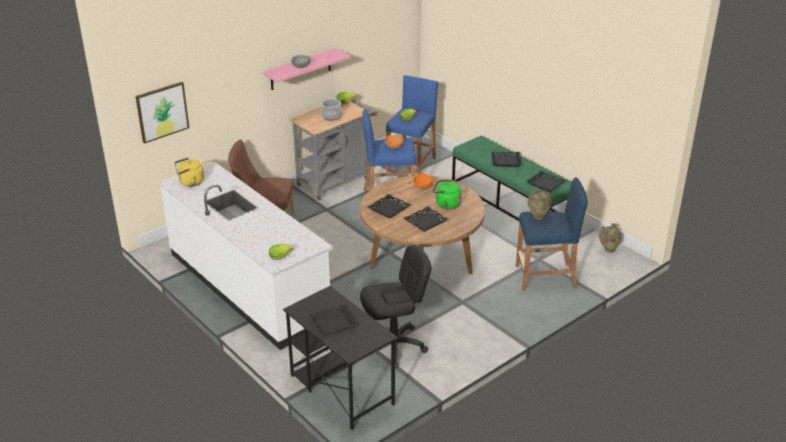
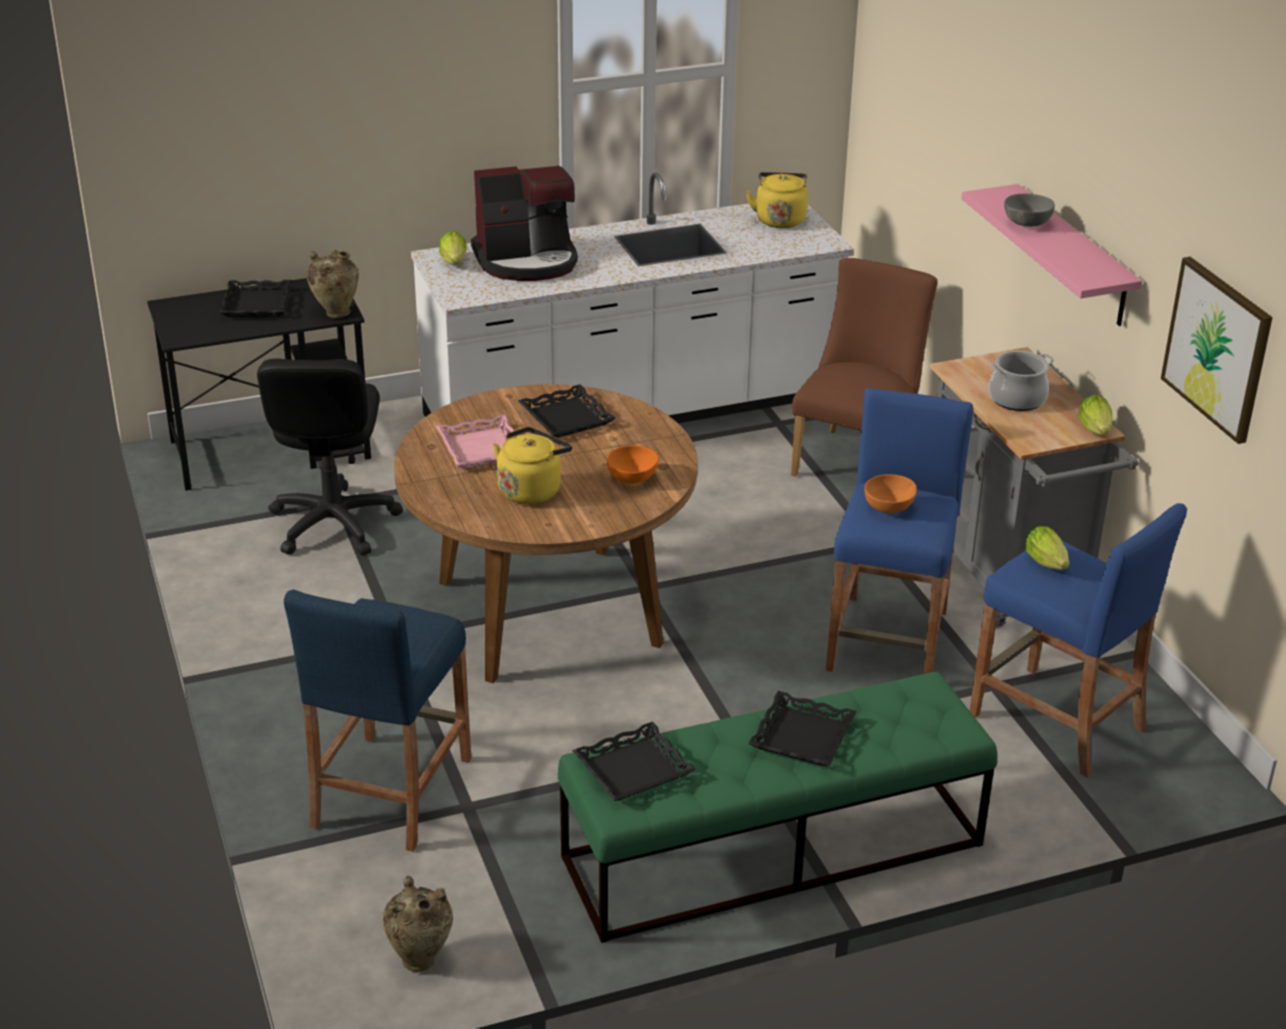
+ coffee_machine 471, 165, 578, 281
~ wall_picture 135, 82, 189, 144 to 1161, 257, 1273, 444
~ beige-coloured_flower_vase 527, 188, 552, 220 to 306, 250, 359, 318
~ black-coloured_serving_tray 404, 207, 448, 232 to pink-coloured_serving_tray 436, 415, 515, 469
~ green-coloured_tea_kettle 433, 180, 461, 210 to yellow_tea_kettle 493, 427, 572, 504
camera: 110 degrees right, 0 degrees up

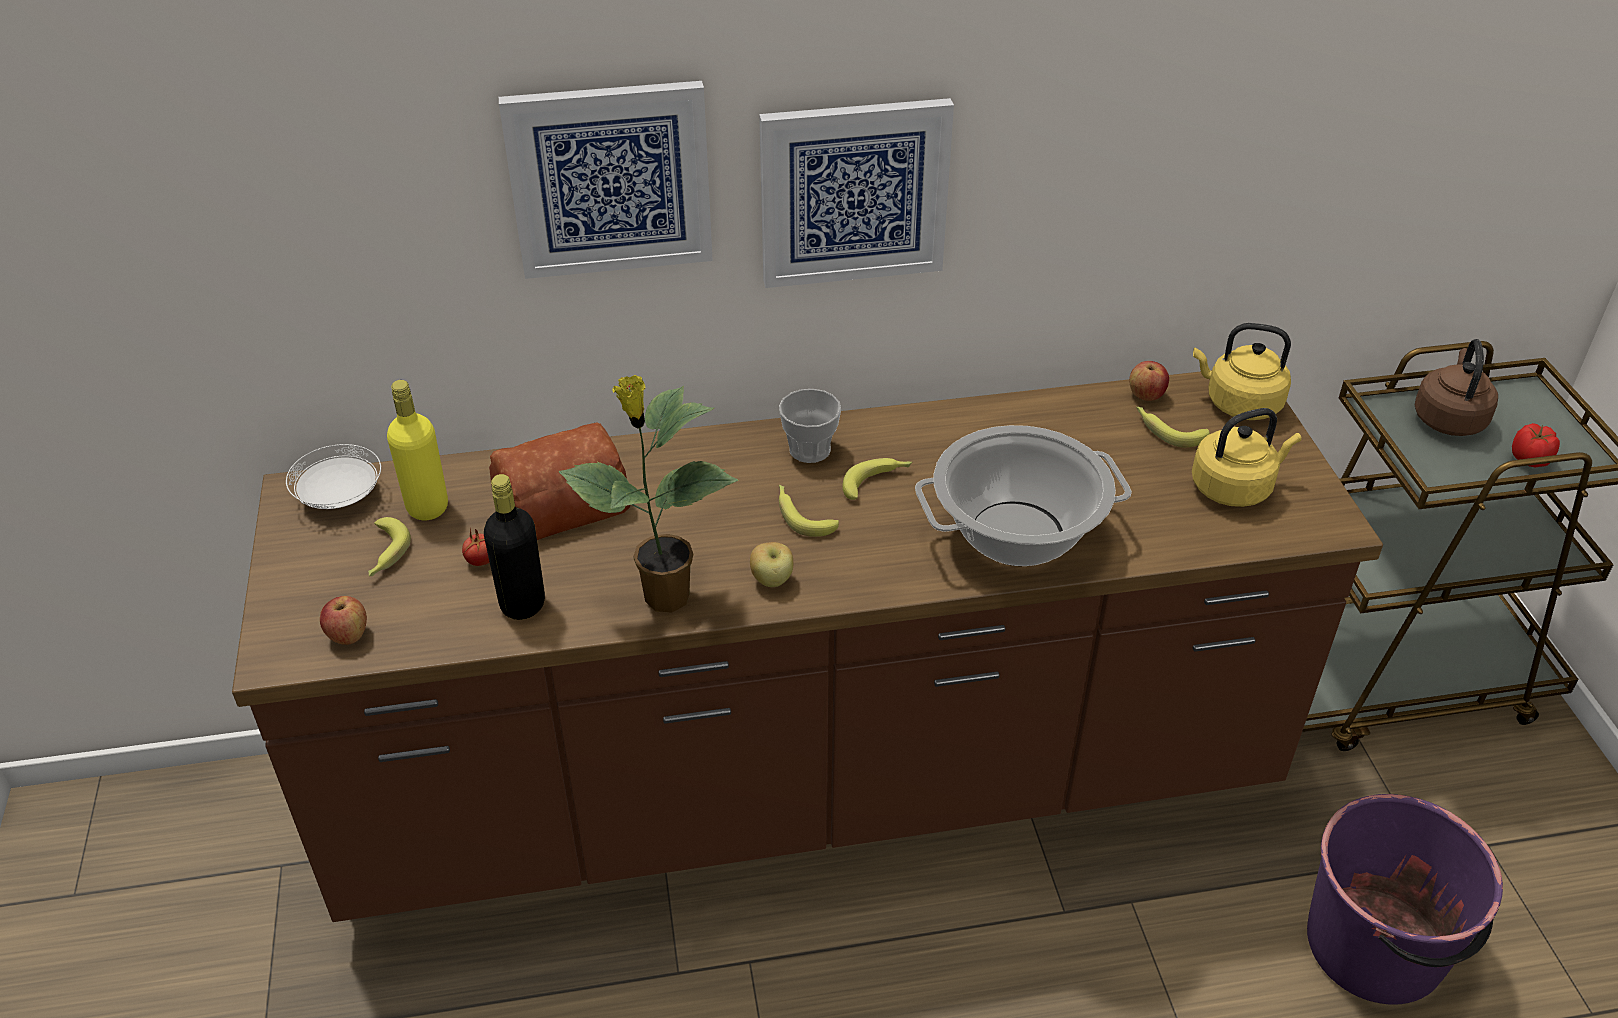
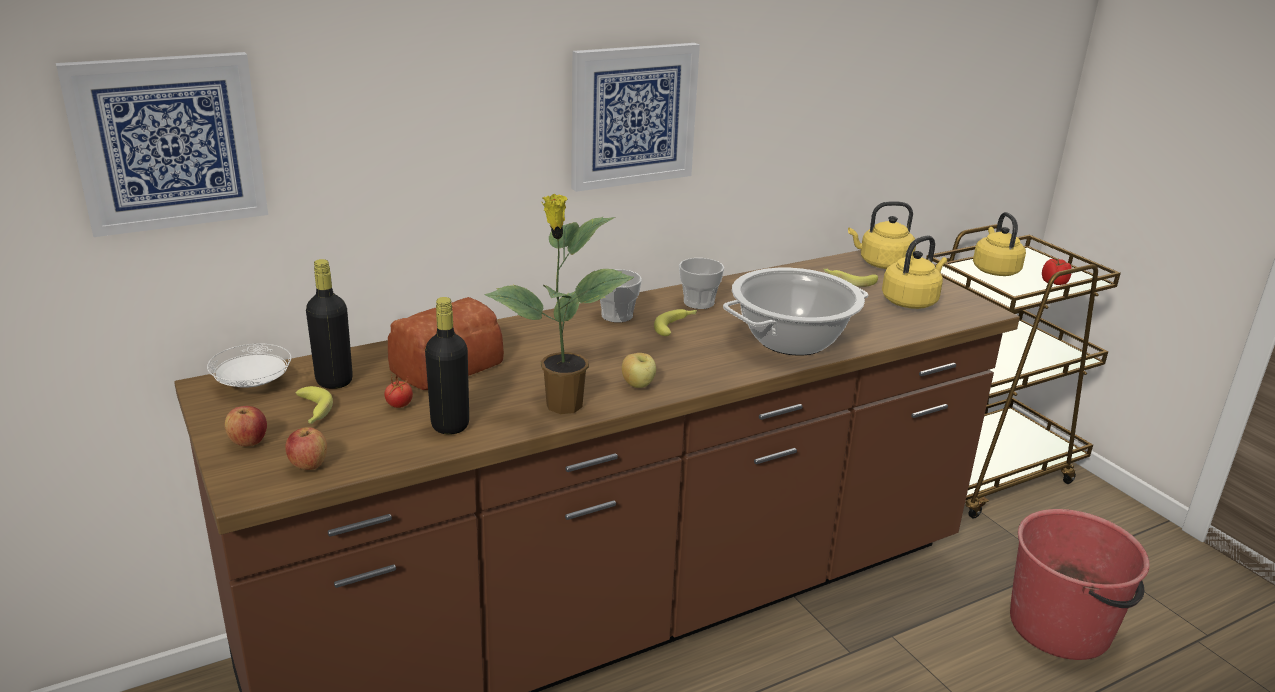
- banana 779, 485, 839, 537
+ drinking_cup 679, 258, 724, 309
~ wall_picture 499, 81, 713, 279 to 56, 52, 268, 237
~ apple 1129, 361, 1169, 401 to 225, 406, 267, 446
~ yellow_beverage_bottle 387, 380, 448, 520 to black-coloured_beverage_bottle 306, 259, 353, 389
~ purple-coloured_water_bucket 1307, 794, 1503, 1005 to red_water_bucket 1010, 509, 1150, 660
~ brownish_tea_kettle 1415, 339, 1498, 436 to yellow_tea_kettle 973, 212, 1026, 276
camera: 20 degrees left, 15 degrees down

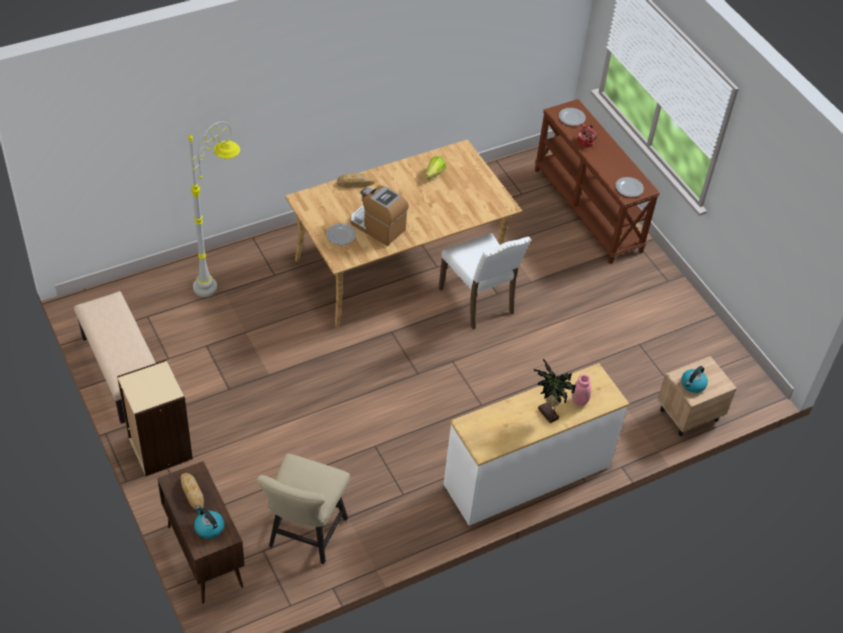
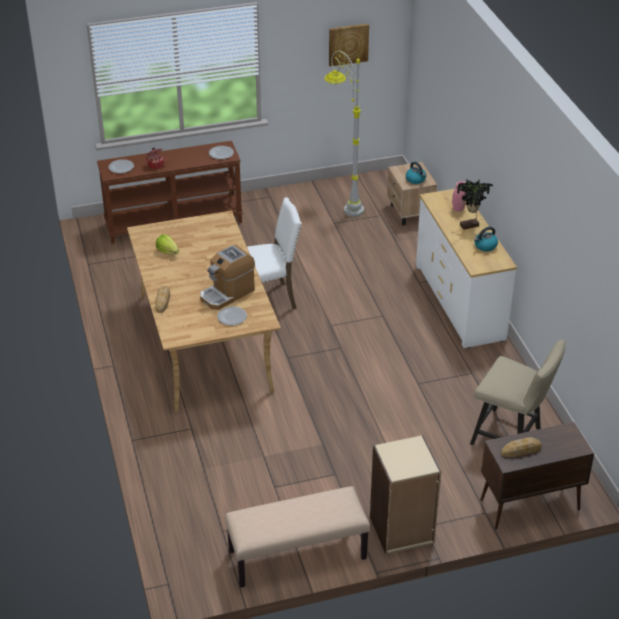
+ wall_picture 329, 24, 369, 66
~ greyish_standard_lamp 188, 121, 240, 297 to 324, 51, 364, 217
~ tea_kettle 194, 506, 224, 539 to 474, 227, 498, 251
camera: 75 degrees left, 10 degrees down

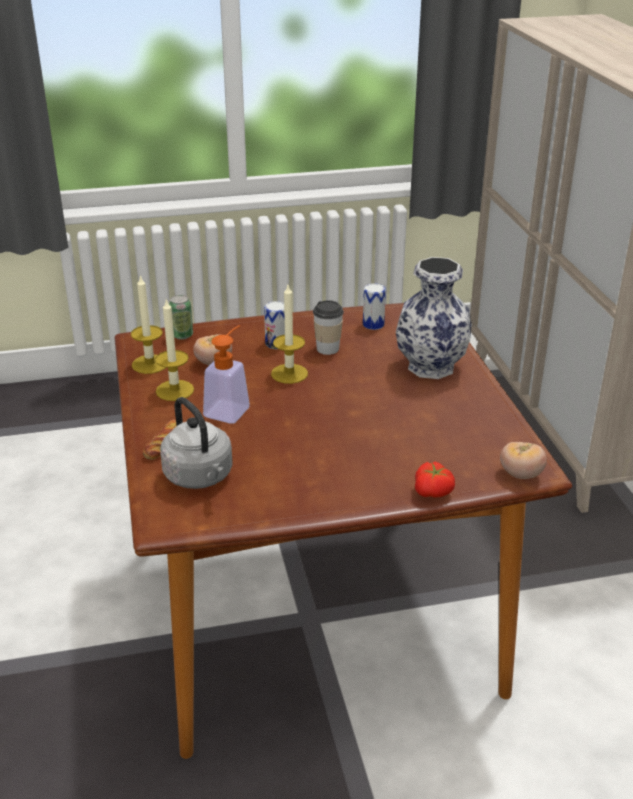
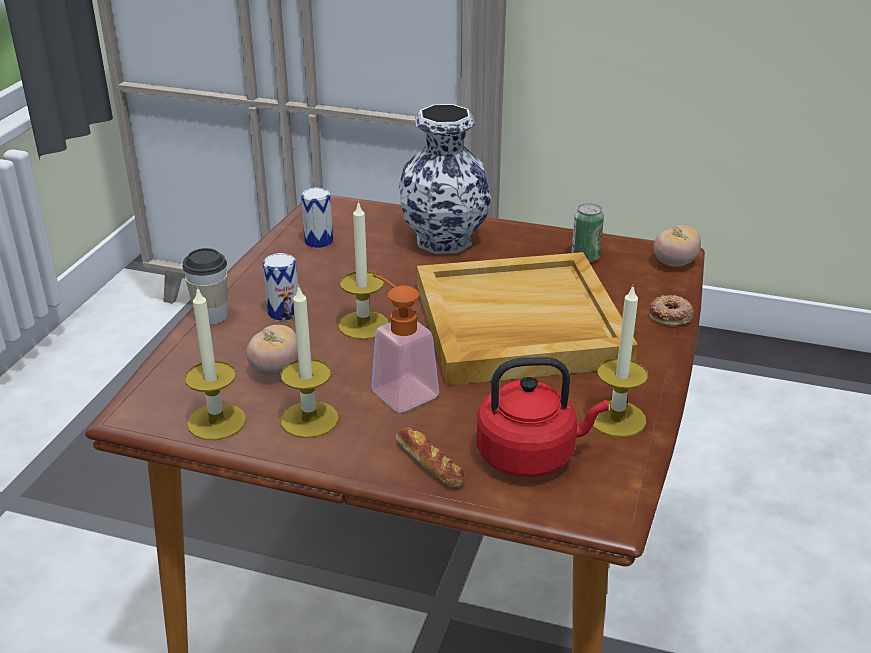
+ beige-coloured_serving_tray 417, 252, 638, 386
+ wax_light 592, 286, 648, 437
~ sealed_can 169, 295, 193, 340 to 572, 203, 604, 262
~ drinking_cup 313, 300, 344, 355 to 183, 248, 228, 325
~ tomato 415, 462, 455, 498 to doughnut 649, 295, 694, 326
~ greyish_tea_kettle 160, 397, 233, 489 to red_tea_kettle 477, 357, 609, 477
camera: 60 degrees left, 0 degrees up

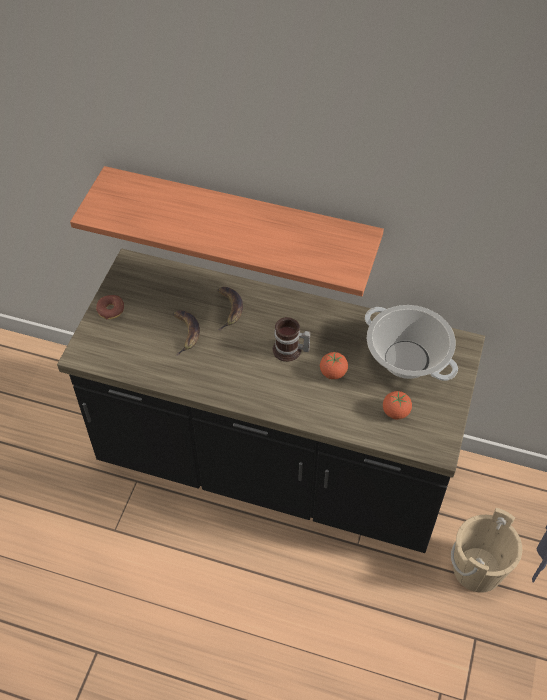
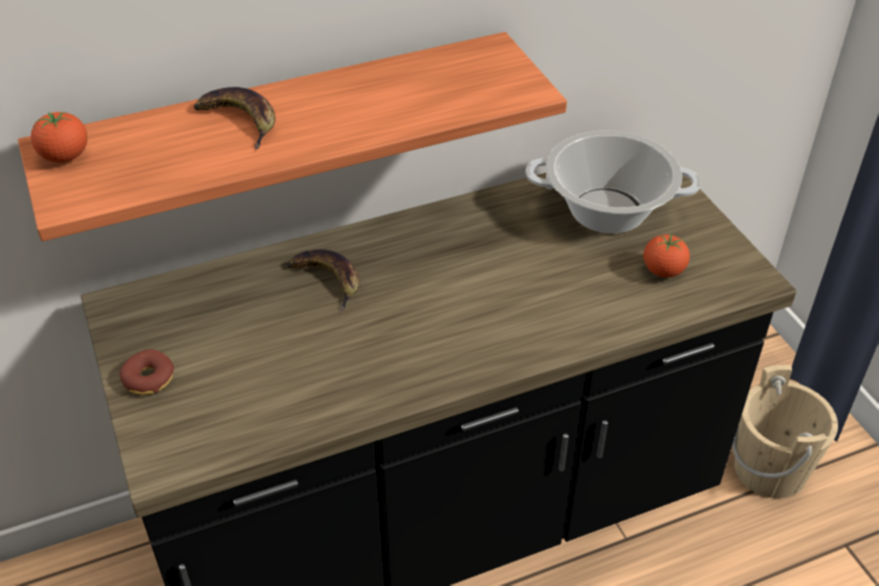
- tea_mug 273, 317, 310, 362
~ banana 173, 310, 200, 356 to 194, 87, 276, 149
~ tomato 320, 352, 348, 380 to 31, 112, 88, 163
camera: 40 degrees left, 10 degrees down

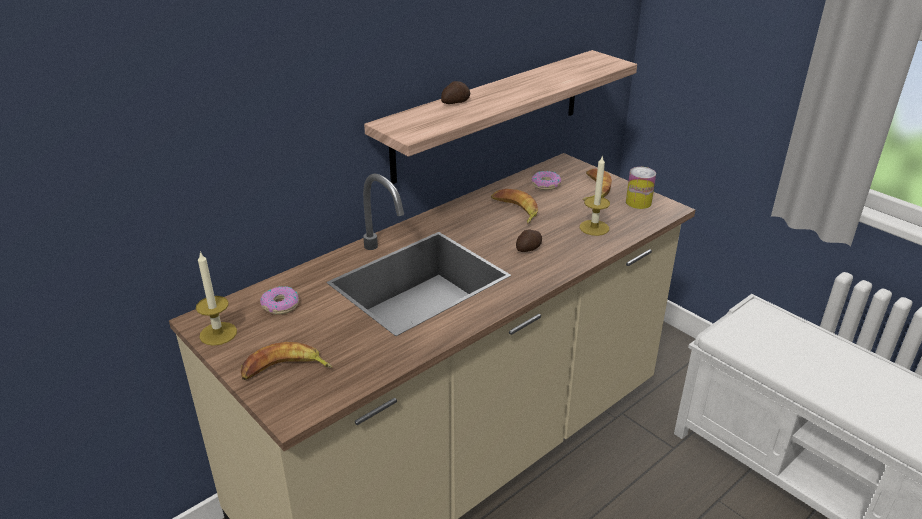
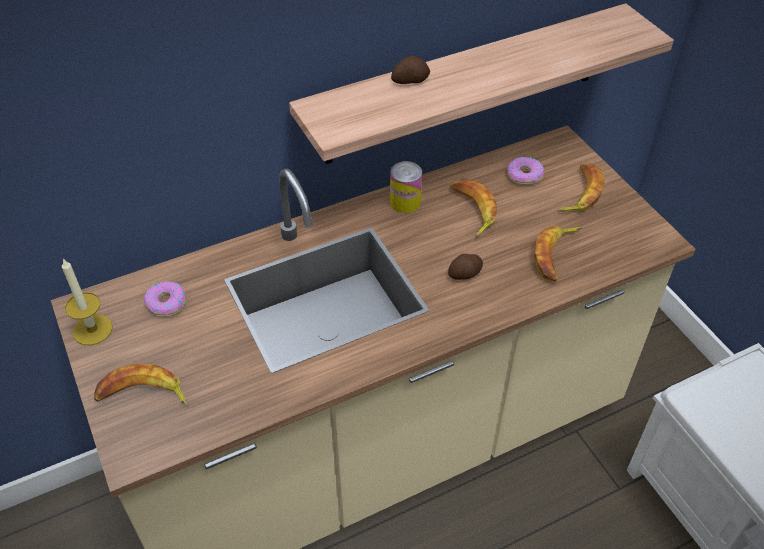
~ sealed_can 626, 167, 656, 209 to 390, 161, 422, 213
~ wax_light 580, 155, 610, 236 to banana 534, 226, 582, 282
camera: 15 degrees right, 15 degrees up

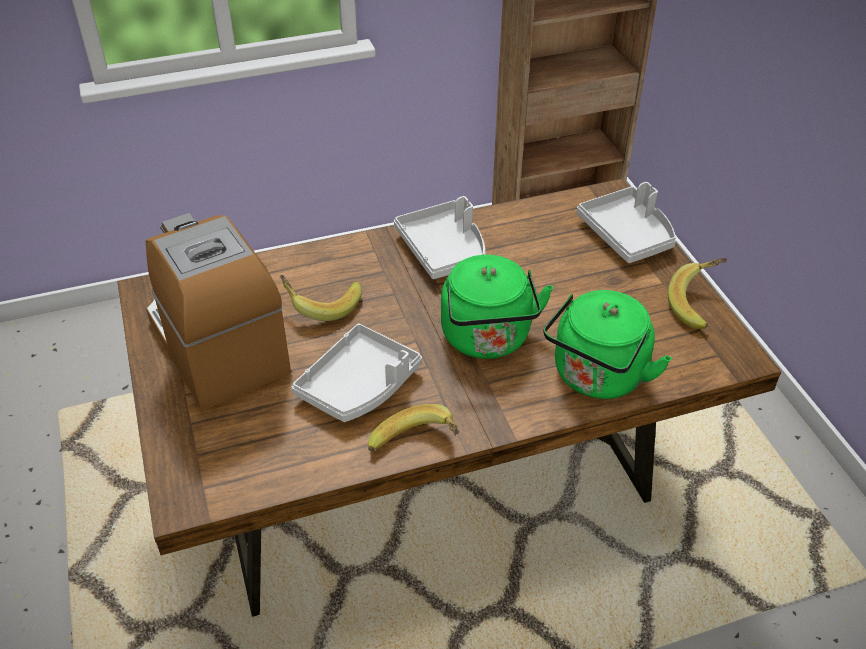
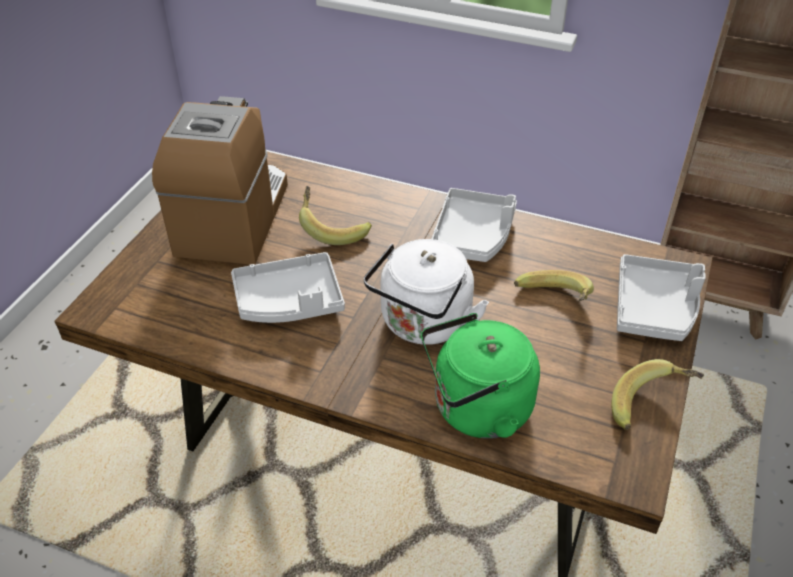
~ banana 368, 404, 459, 452 to 514, 270, 594, 301
~ green-coloured_tea_kettle 441, 255, 553, 359 to white-coloured_tea_kettle 364, 239, 489, 345
camera: 40 degrees right, 0 degrees up

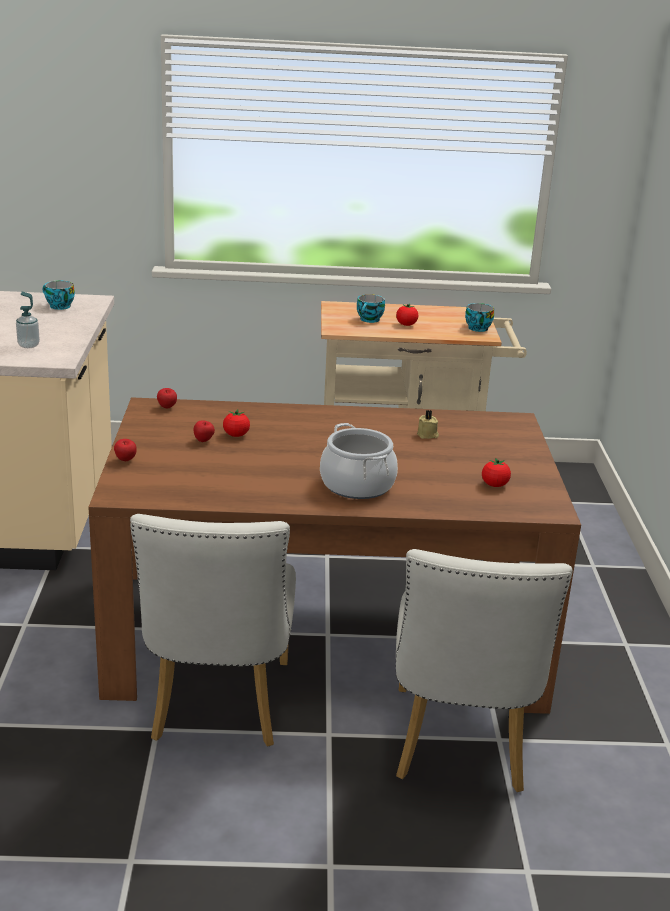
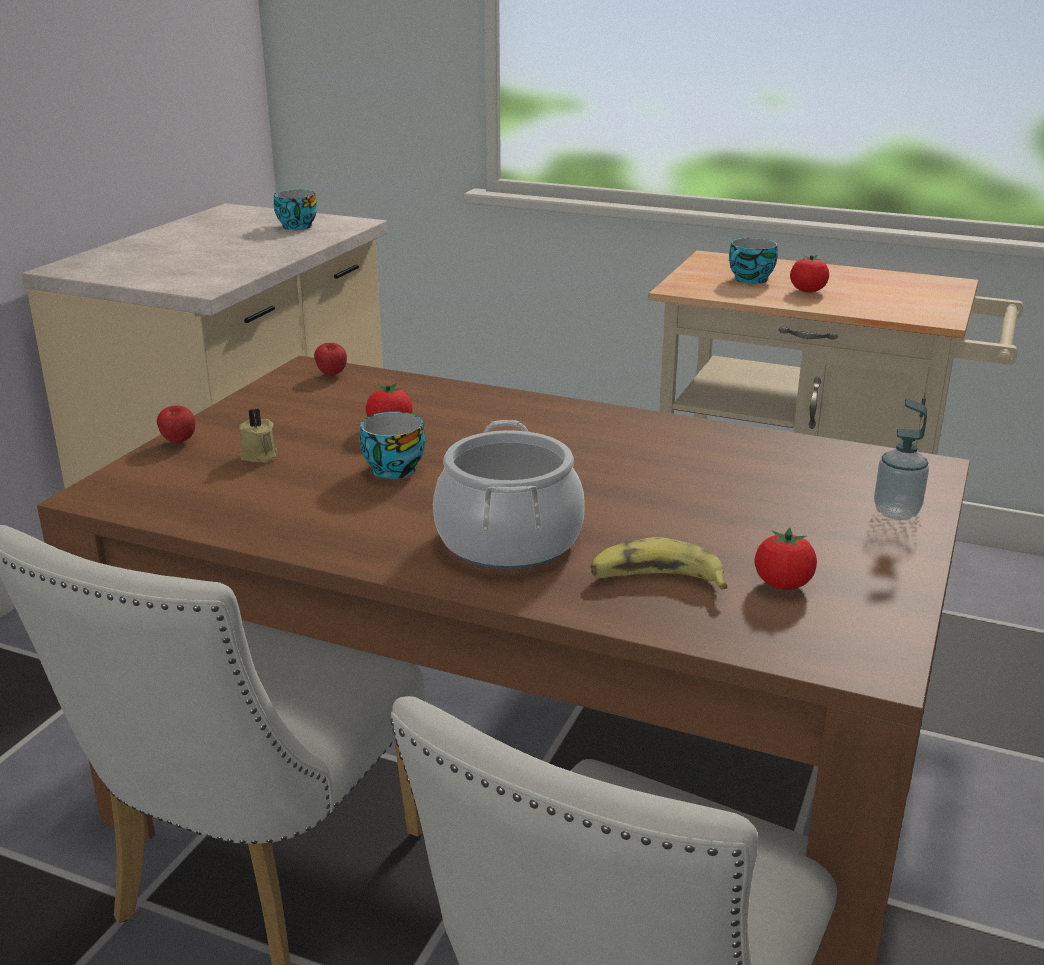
- apple 193, 420, 215, 442
+ banana 590, 537, 728, 590
~ soap_dispenser 16, 292, 40, 348 to 874, 398, 929, 520
~ beige-coloured_wax_light 417, 410, 439, 439 to 239, 409, 277, 463
~ drinking_cup 465, 303, 494, 332 to 360, 412, 425, 479
camera: 25 degrees right, 0 degrees up

